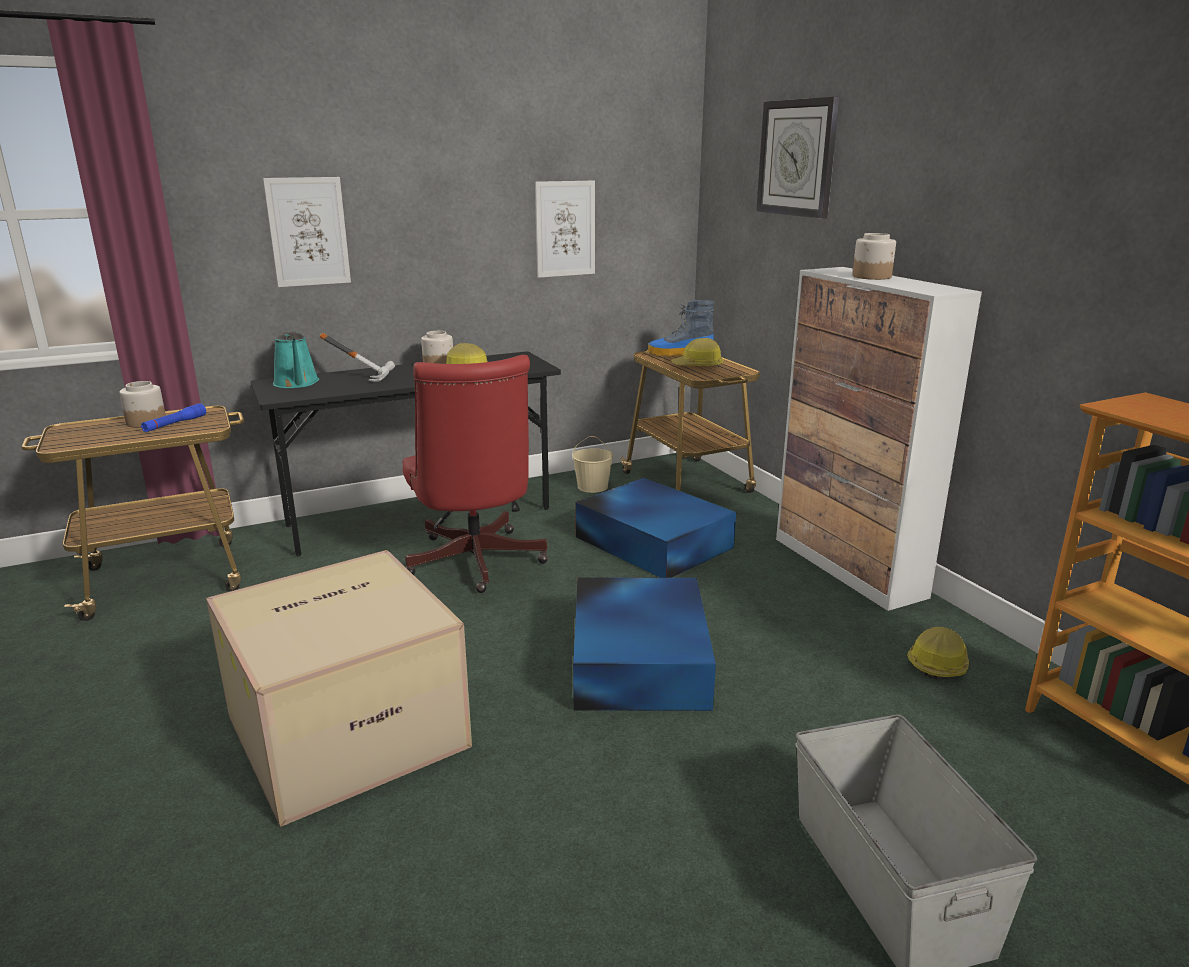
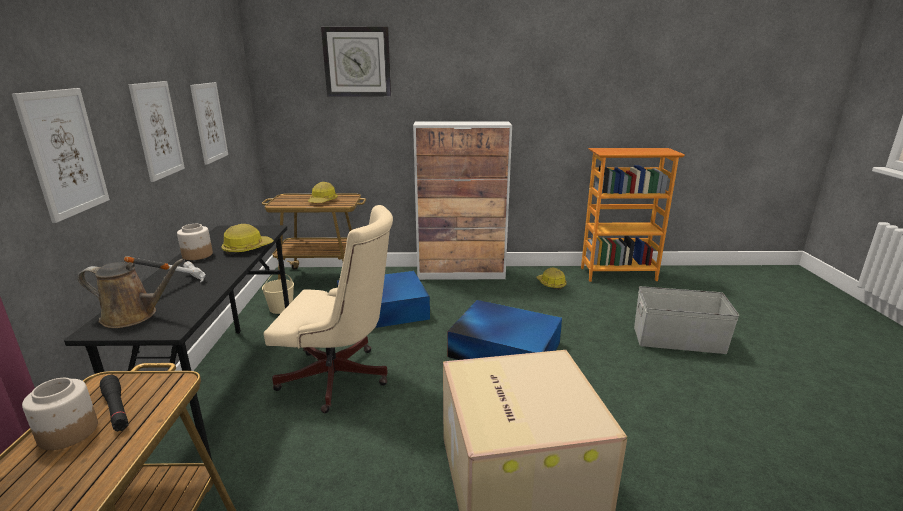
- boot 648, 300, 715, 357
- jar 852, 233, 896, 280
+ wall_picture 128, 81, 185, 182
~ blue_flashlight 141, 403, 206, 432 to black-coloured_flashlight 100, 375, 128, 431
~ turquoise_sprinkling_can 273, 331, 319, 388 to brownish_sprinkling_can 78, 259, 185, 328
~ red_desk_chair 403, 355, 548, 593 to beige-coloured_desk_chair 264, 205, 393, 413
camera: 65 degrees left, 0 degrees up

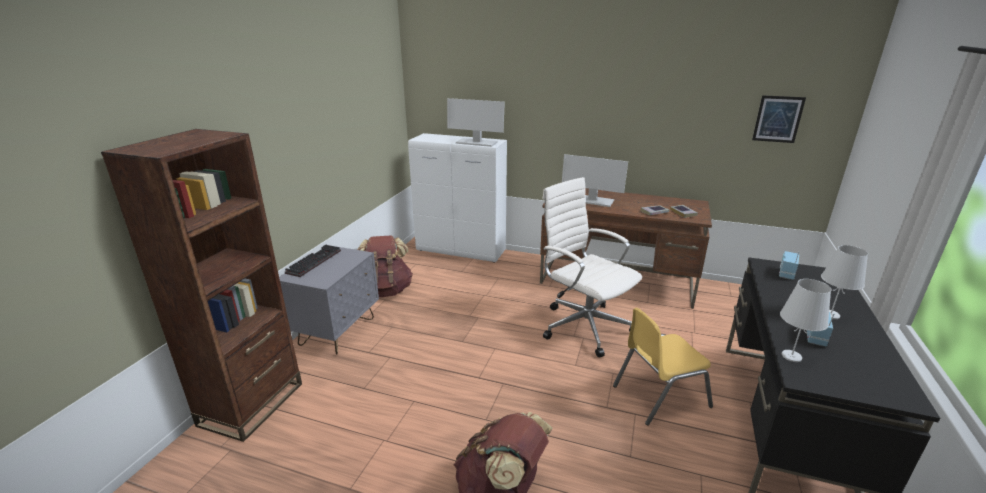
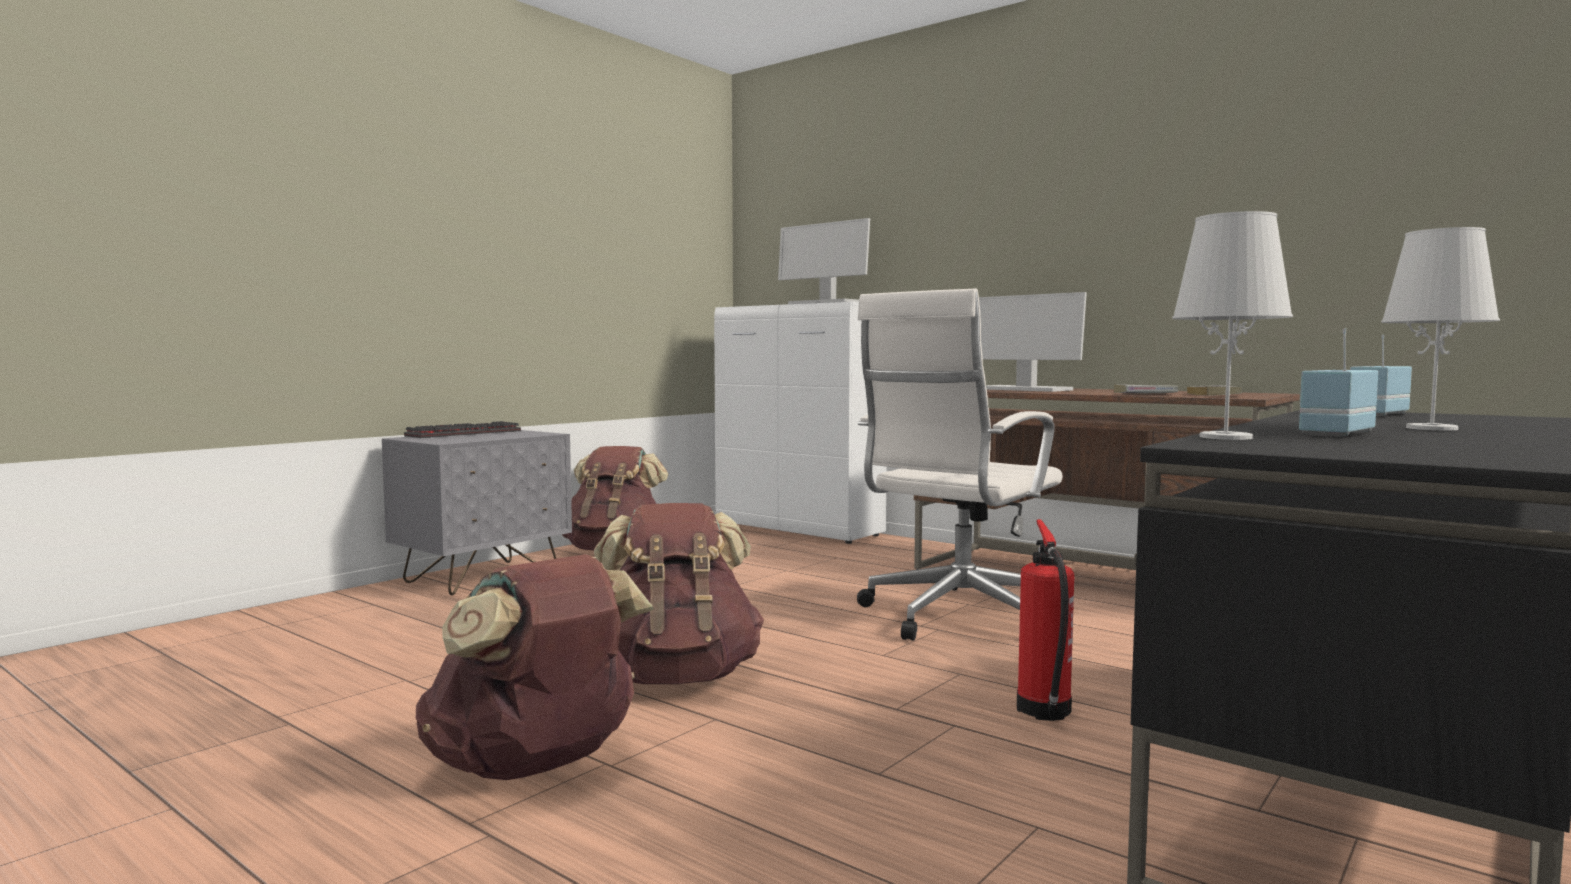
- brownish_bookcase 101, 129, 302, 442
- wall_picture 752, 95, 806, 143
+ brownish_knapsack 594, 503, 764, 684
~ yellow_plain_chair 613, 308, 713, 426 to fire-fighting_cylinder 1017, 519, 1075, 721
~ white-coloured_desk_chair 542, 177, 642, 357 = 857, 288, 1063, 641 120 degrees counterclockwise
camera: 20 degrees right, 20 degrees down

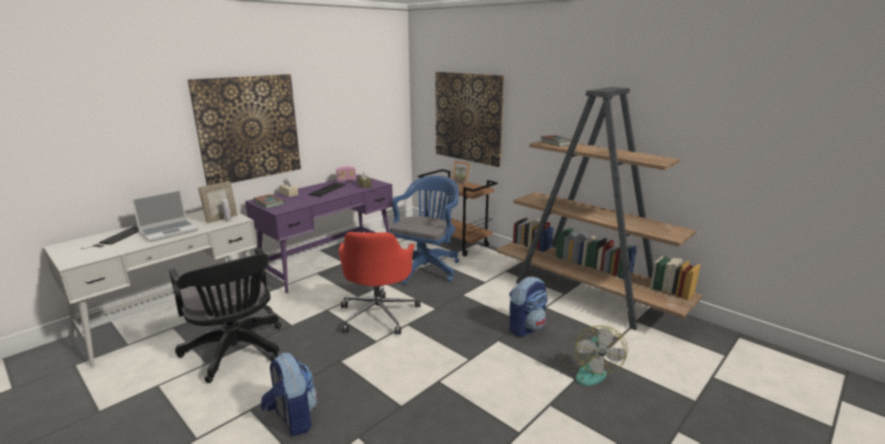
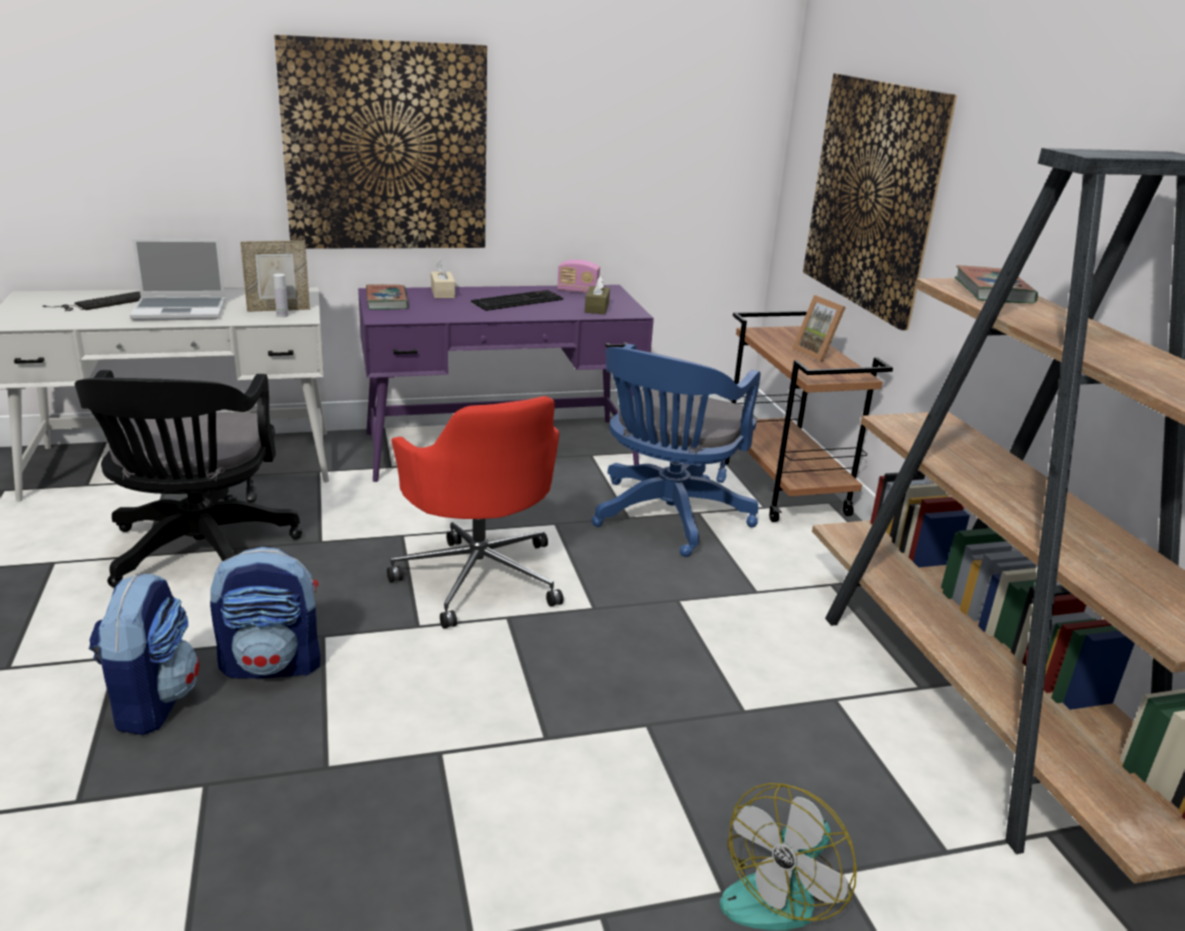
~ knapsack 509, 276, 548, 337 to 210, 547, 321, 678
~ red_desk_chair 339, 232, 421, 334 = 387, 396, 563, 629 60 degrees counterclockwise
~ blue_desk_chair 388, 176, 459, 285 = 592, 344, 760, 557 150 degrees clockwise
camera: 30 degrees right, 5 degrees up

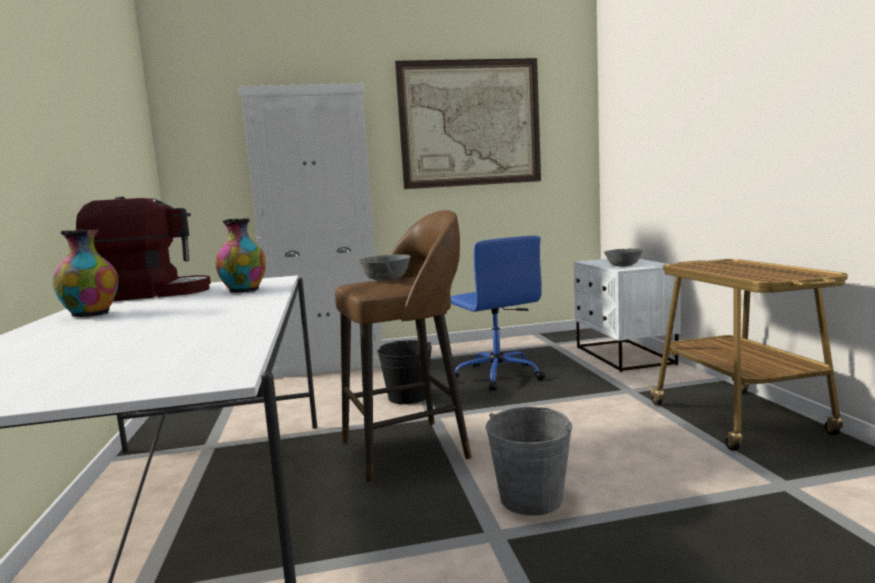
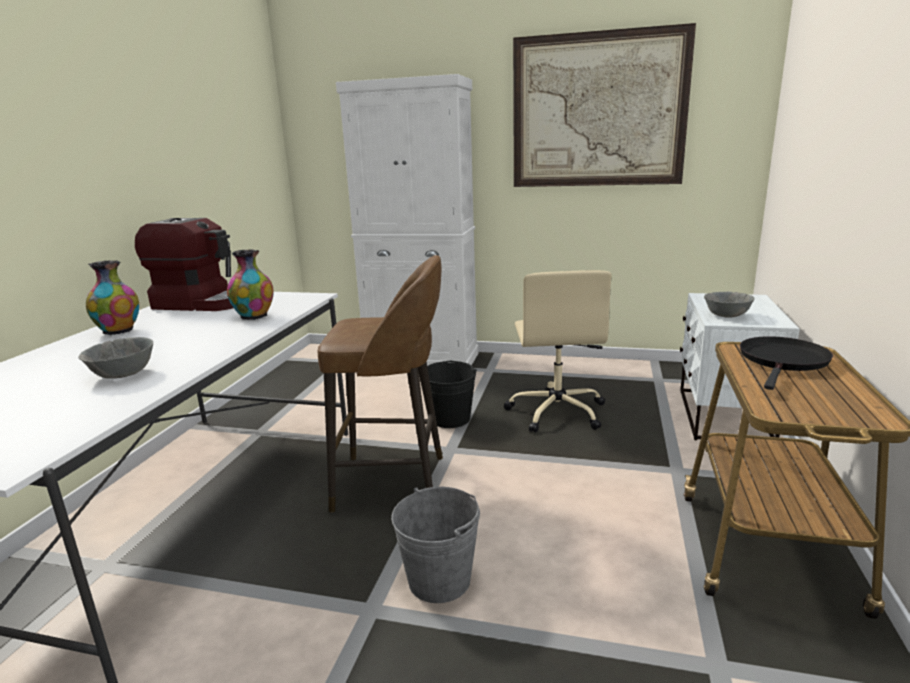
+ black-coloured_frying_pan 740, 336, 833, 390
~ greyish_serving_bowl 359, 254, 411, 281 to 79, 337, 153, 379
~ blue_desk_chair 451, 236, 545, 391 to beige-coloured_desk_chair 504, 270, 612, 432
camera: 25 degrees right, 10 degrees up

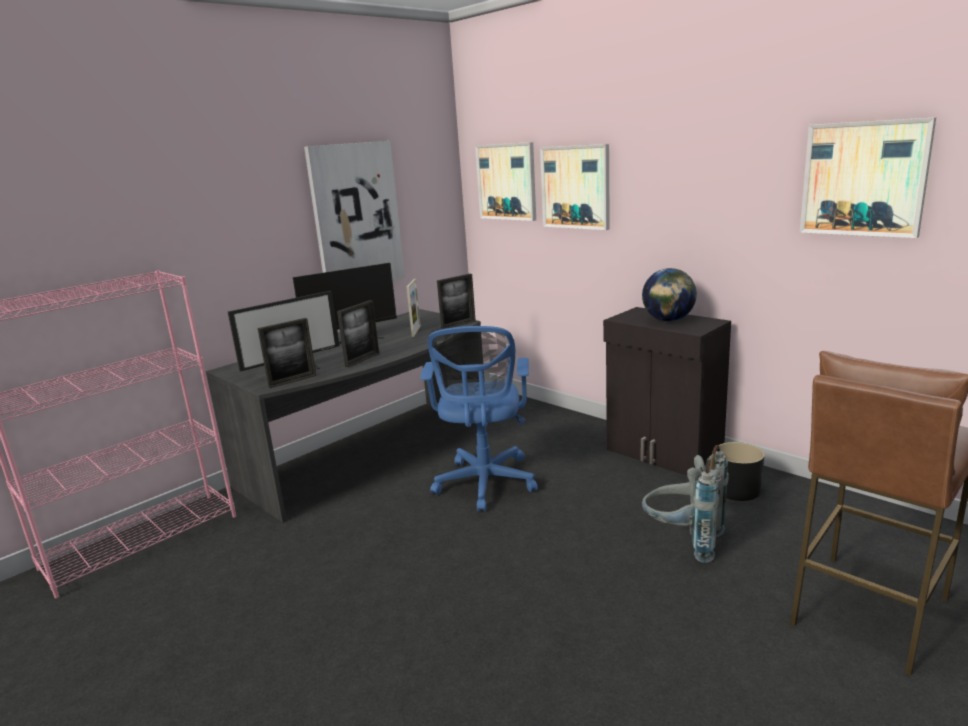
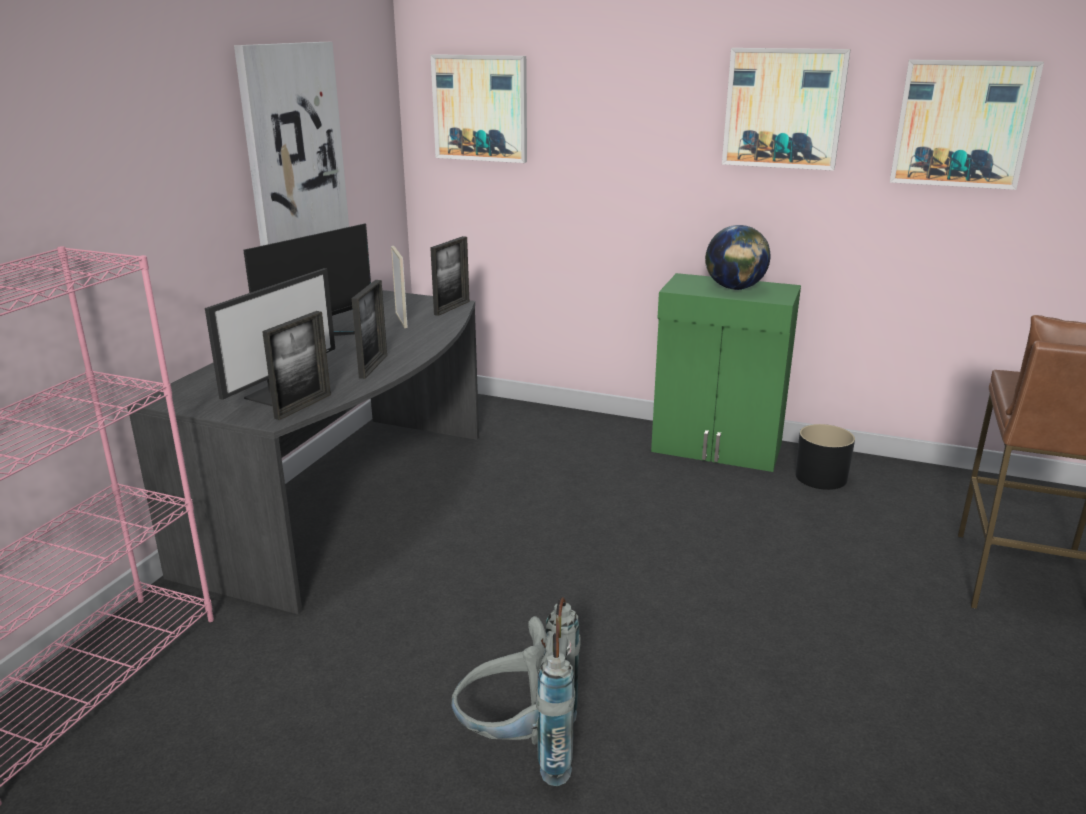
- blue_desk_chair 420, 326, 538, 512
~ wall_picture 540, 144, 610, 230 to 722, 48, 851, 171
~ greyish_knapsack 642, 445, 729, 563 to 451, 597, 581, 786
~ black-coloured_cabinet 603, 307, 731, 476 to green-coloured_cabinet 651, 273, 801, 472
camera: 25 degrees left, 5 degrees up

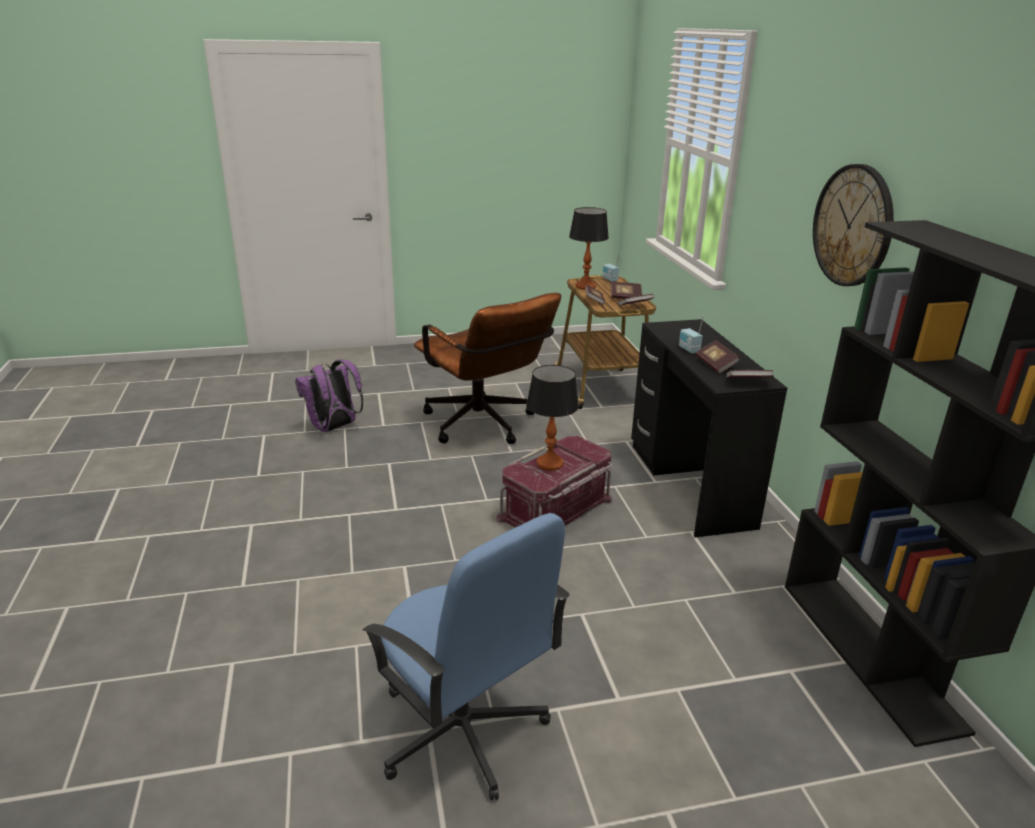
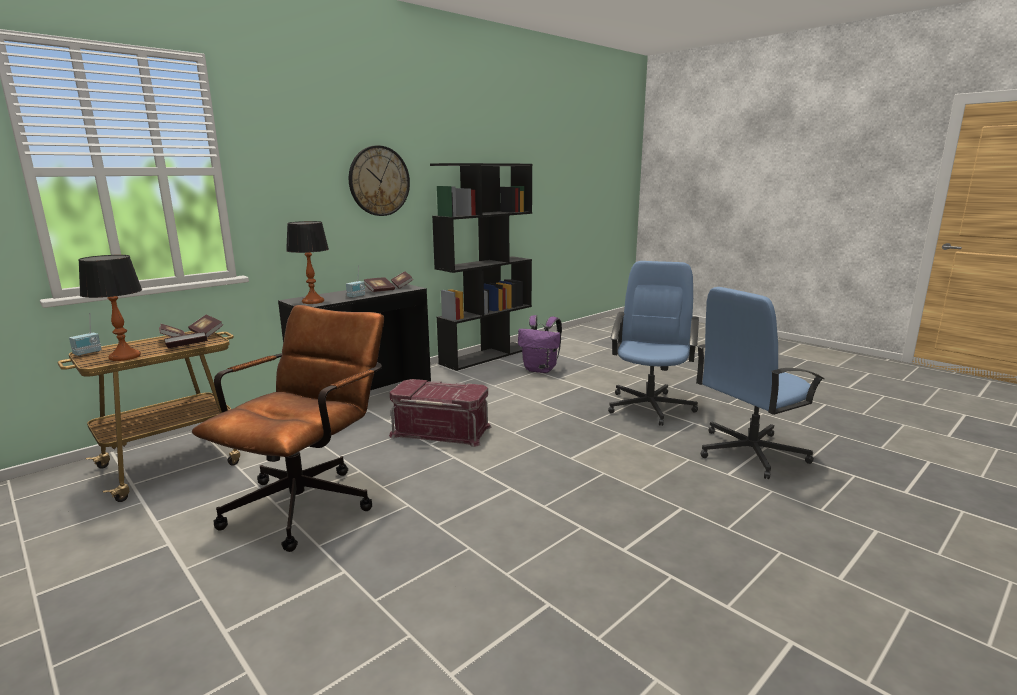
+ blue_desk_chair 696, 287, 824, 479
~ purple-coloured_knapsack 295, 360, 363, 432 to 518, 315, 562, 373
~ lamp_for_a_table 526, 365, 579, 471 to 286, 221, 329, 304
camera: 120 degrees left, 10 degrees down

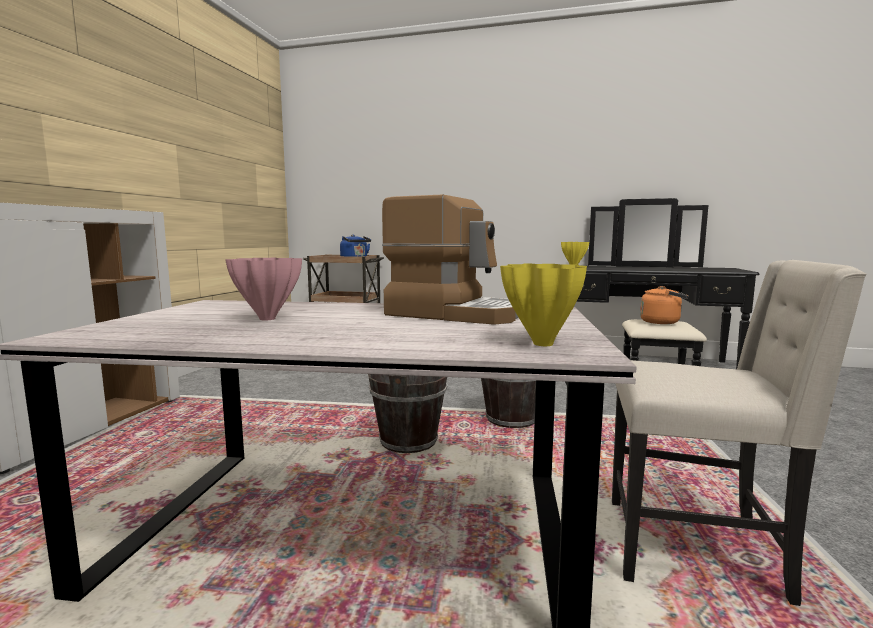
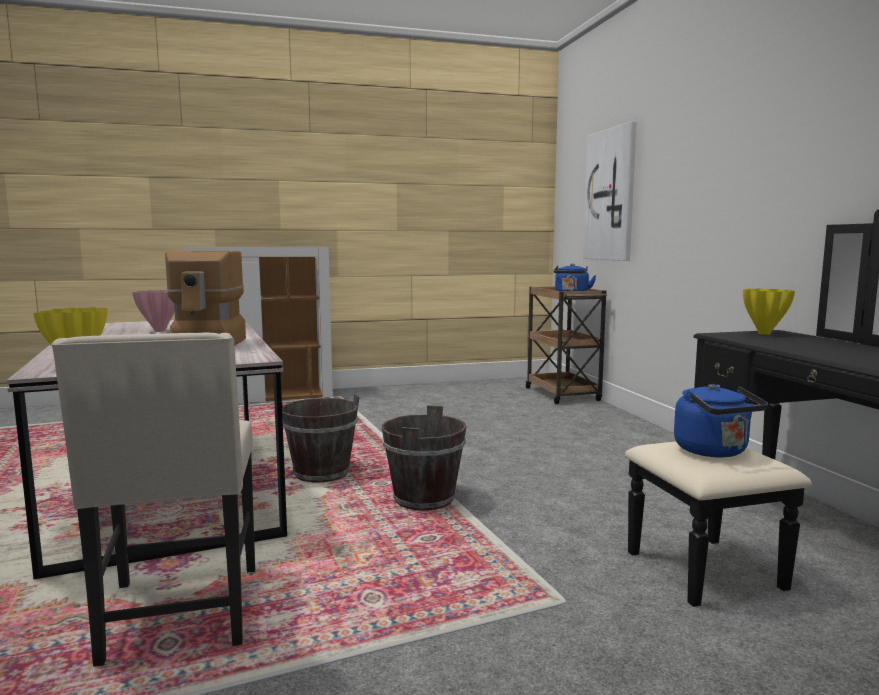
+ wall_picture 583, 121, 636, 261
~ orange_tea_kettle 640, 286, 689, 324 to blue_tea_kettle 674, 384, 768, 457
camera: 60 degrees right, 0 degrees up

